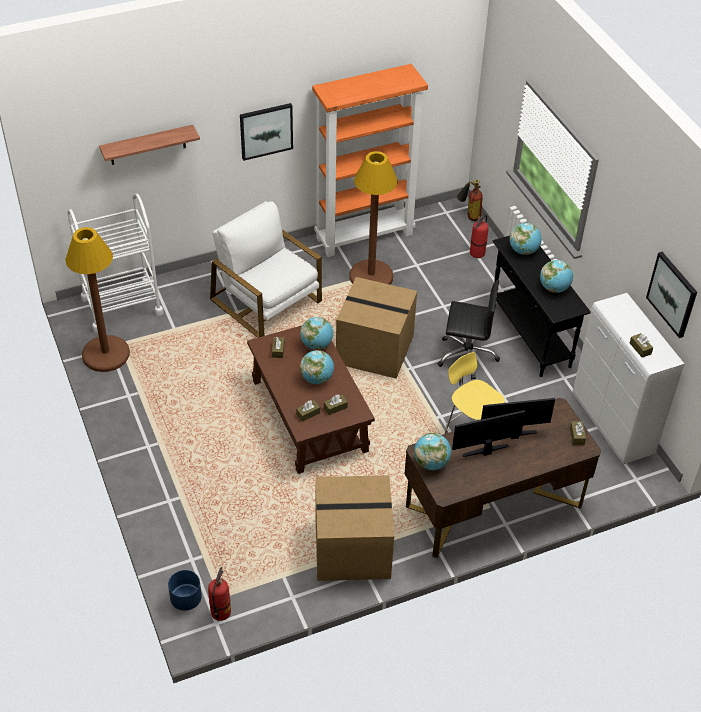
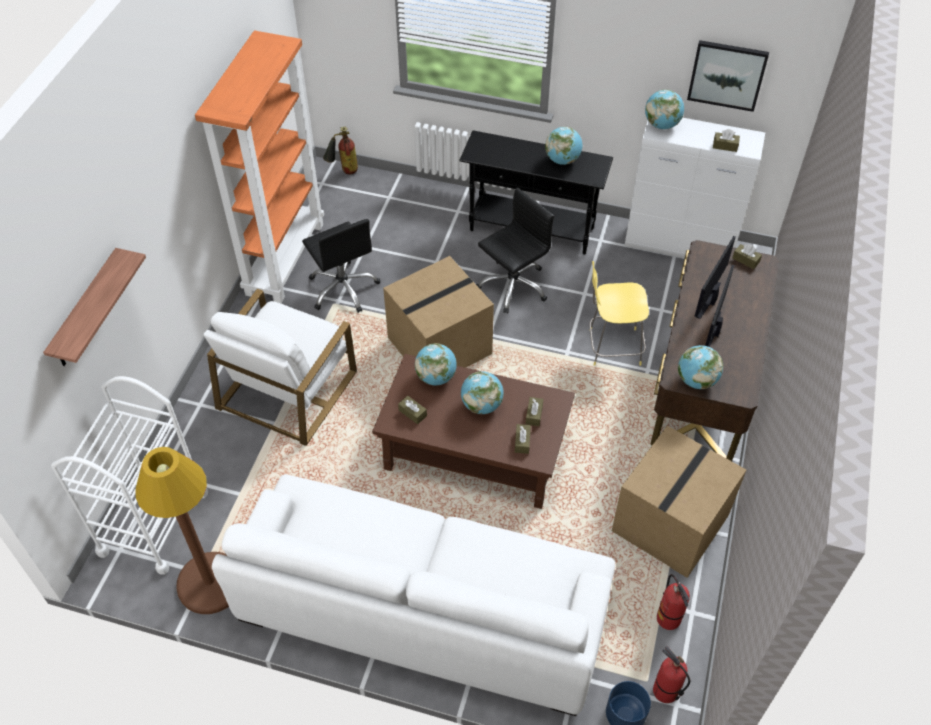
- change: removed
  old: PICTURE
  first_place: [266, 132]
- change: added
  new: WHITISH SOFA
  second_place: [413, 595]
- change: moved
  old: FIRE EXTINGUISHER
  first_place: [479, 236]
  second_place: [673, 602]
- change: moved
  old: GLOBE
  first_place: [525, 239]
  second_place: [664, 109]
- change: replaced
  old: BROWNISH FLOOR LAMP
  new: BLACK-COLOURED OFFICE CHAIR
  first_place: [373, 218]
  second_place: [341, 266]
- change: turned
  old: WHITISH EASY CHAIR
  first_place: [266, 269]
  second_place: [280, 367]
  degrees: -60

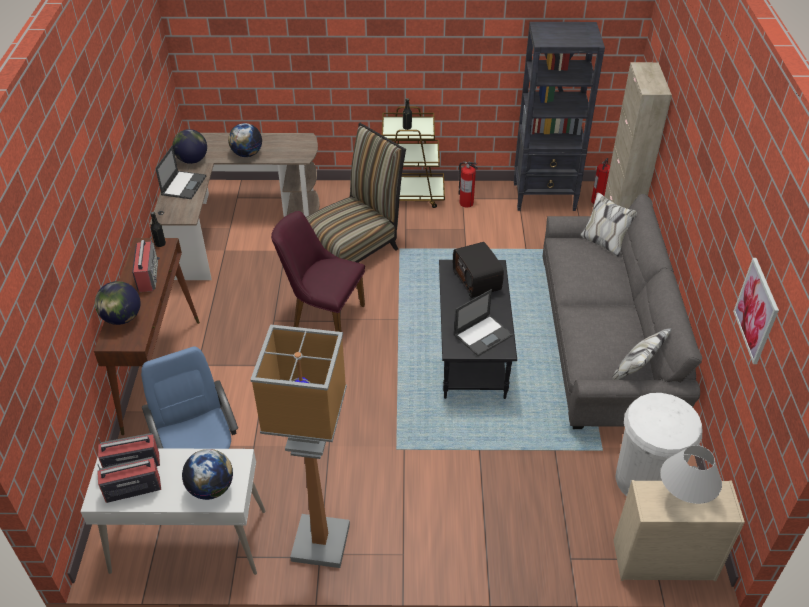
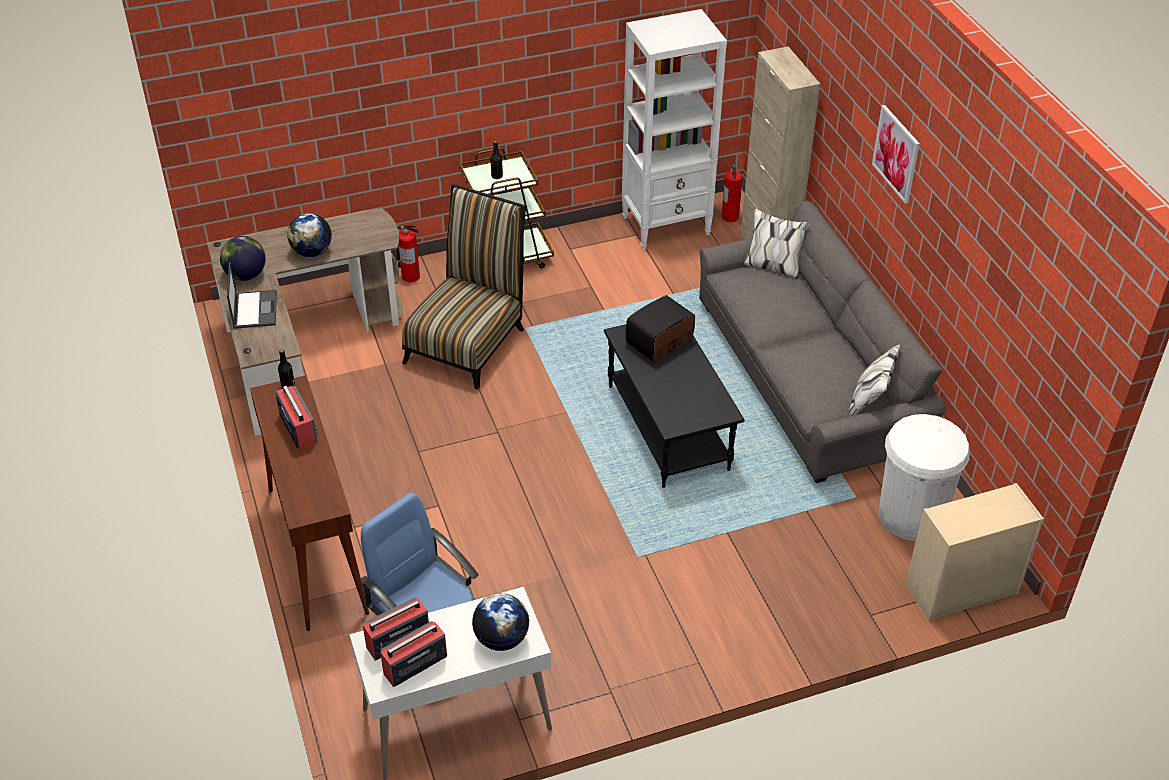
- change: removed
  old: GLOBE
  first_place: [118, 303]
- change: removed
  old: FLOOR LAMP
  first_place: [300, 446]
- change: removed
  old: PURPLISH UPRIGHT CHAIR
  first_place: [318, 271]
- change: removed
  old: PORTABLE COMPUTER
  first_place: [483, 322]
- change: removed
  old: WHITISH LAMP FOR A TABLE
  first_place: [691, 474]
- change: moved
  old: FIRE EXTINGUISHER
  first_place: [468, 184]
  second_place: [408, 253]
- change: moved
  old: PICTURE
  first_place: [756, 311]
  second_place: [896, 154]
- change: recoloured
  old: BLACK-COLOURED SHELVING UNIT
  new: WHITISH SHELVING UNIT
  first_place: [559, 116]
  second_place: [674, 129]
- change: turned
  old: RADIO RECEIVER
  first_place: [478, 270]
  second_place: [660, 329]
  degrees: 90

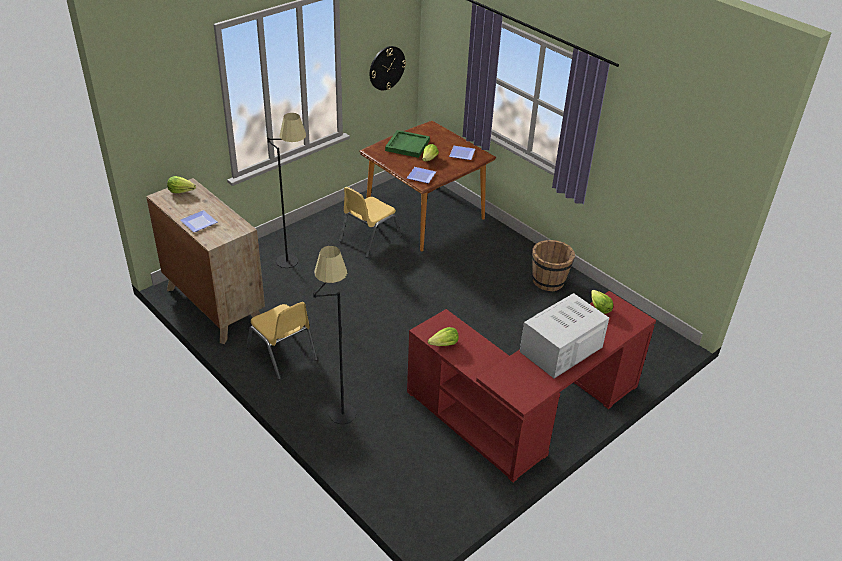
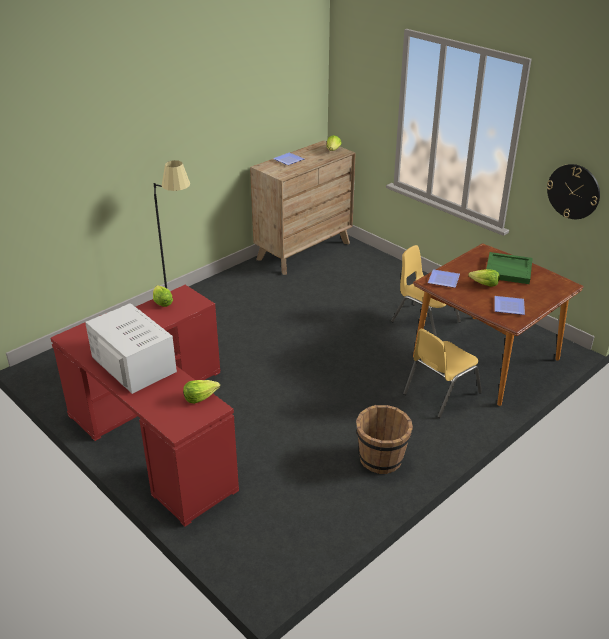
- change: removed
  old: BLACK-COLOURED FLOOR LAMP
  first_place: [286, 190]
- change: moved
  old: YELLOW-COLOURED UPRIGHT CHAIR
  first_place: [282, 341]
  second_place: [442, 373]

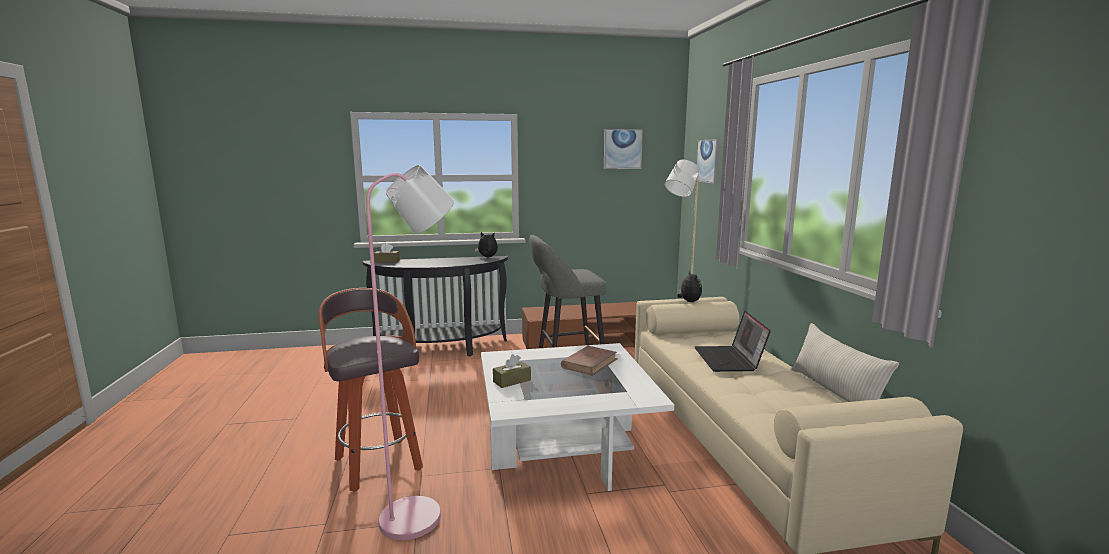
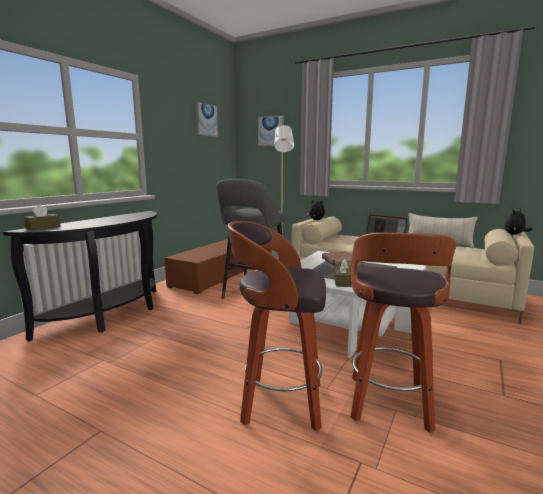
- change: moved
  old: CUDDLY TOY
  first_place: [486, 244]
  second_place: [519, 222]
- change: replaced
  old: PINKISH FLOOR LAMP
  new: STOOL SEAT
  first_place: [410, 352]
  second_place: [403, 332]

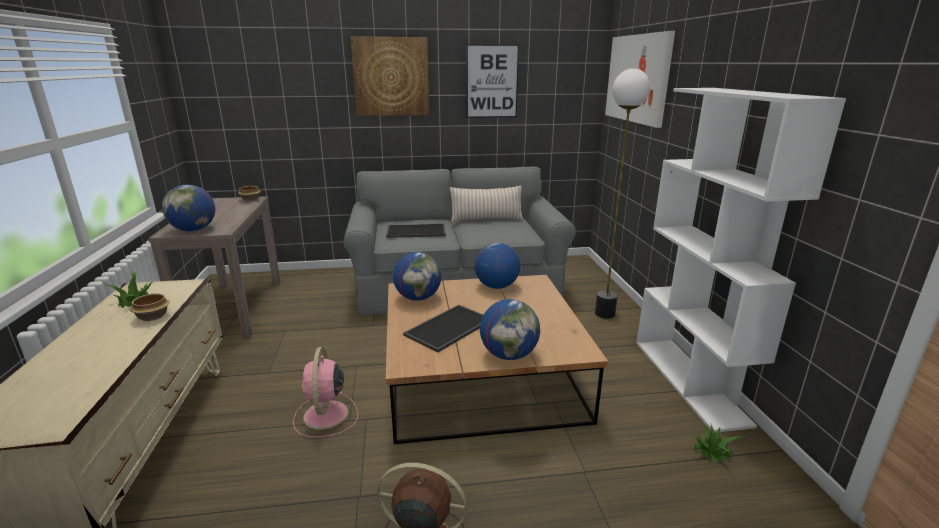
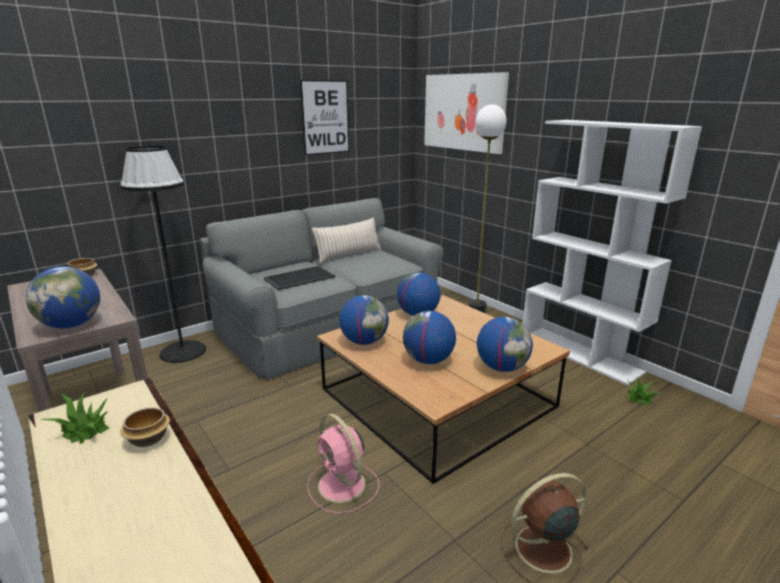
- change: removed
  old: PICTURE
  first_place: [389, 76]
- change: added
  new: BLACK-COLOURED FLOOR LAMP
  second_place: [163, 254]
- change: replaced
  old: TRAY
  new: GLOBE
  first_place: [443, 328]
  second_place: [429, 337]

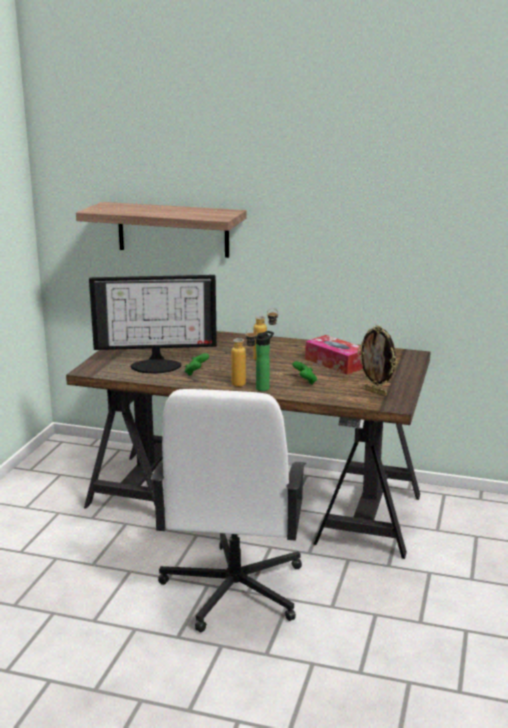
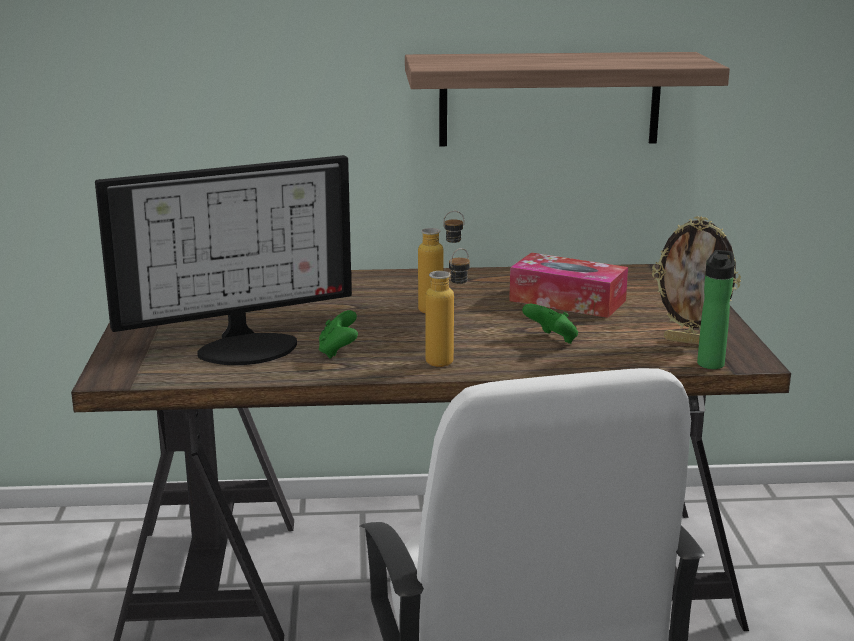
- change: moved
  old: SHELF
  first_place: [161, 230]
  second_place: [567, 99]
- change: moved
  old: DRINK BOTTLE
  first_place: [265, 361]
  second_place: [716, 309]

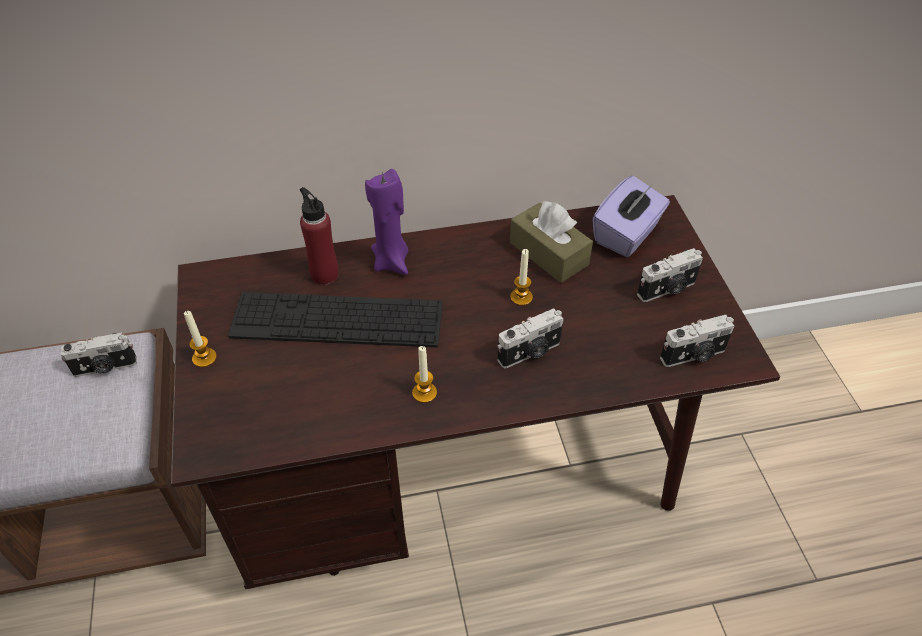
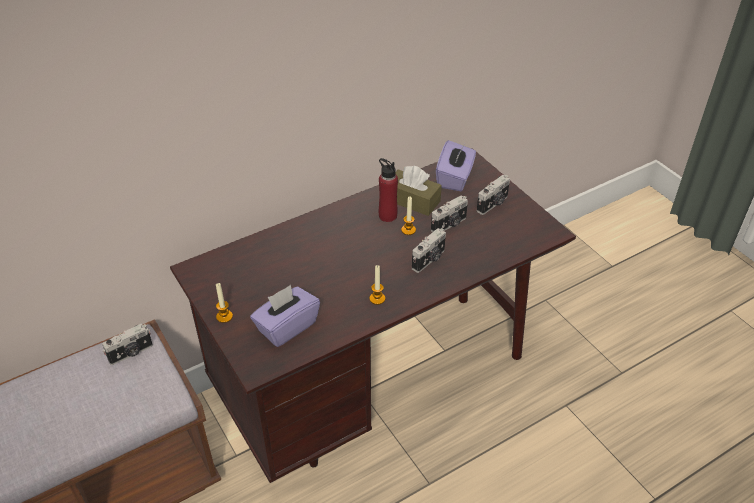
- change: removed
  old: PC KEYBOARD
  first_place: [335, 319]
- change: removed
  old: PURPLISH WAX LIGHT
  first_place: [386, 222]
- change: added
  new: PURPLISH TISSUE BOX
  second_place: [285, 316]
- change: moved
  old: RED DRINK BOTTLE
  first_place: [319, 236]
  second_place: [388, 190]
- change: moved
  old: STILL CAMERA
  first_place: [697, 341]
  second_place: [449, 213]

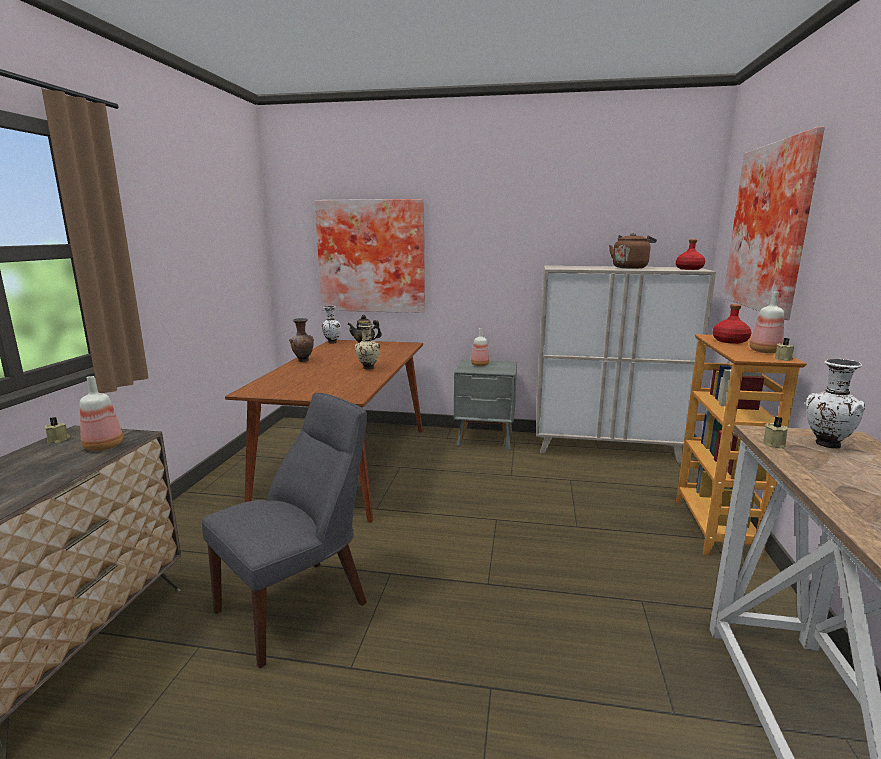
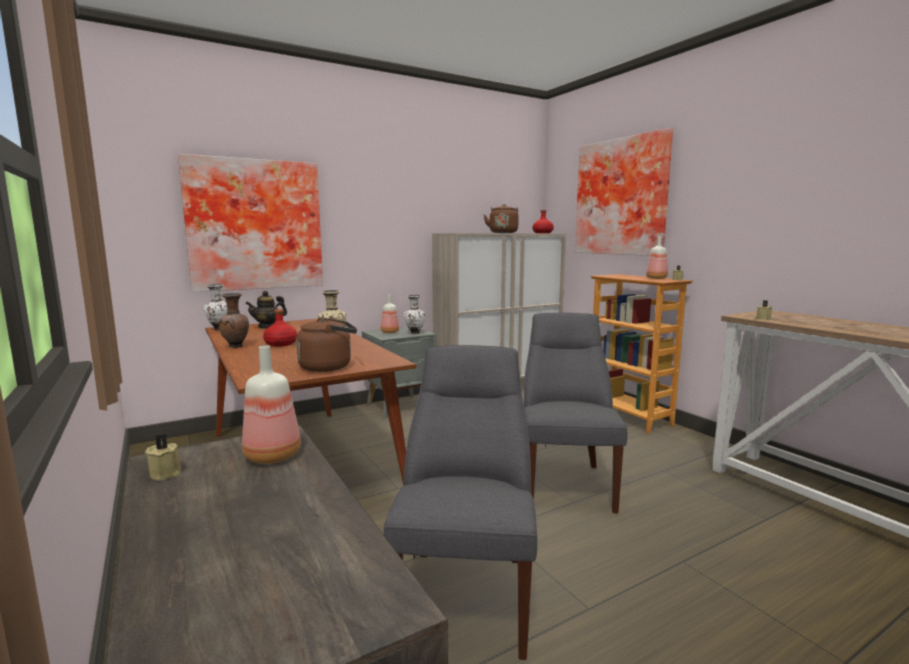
- change: added
  new: BROWNISH WATER KETTLE
  second_place: [326, 344]
- change: added
  new: GREY UPRIGHT CHAIR
  second_place: [575, 413]
- change: moved
  old: RED DRINK BOTTLE
  first_place: [732, 324]
  second_place: [280, 327]
- change: moved
  old: WHITISH DECORATIVE VASE
  first_place: [835, 404]
  second_place: [414, 314]

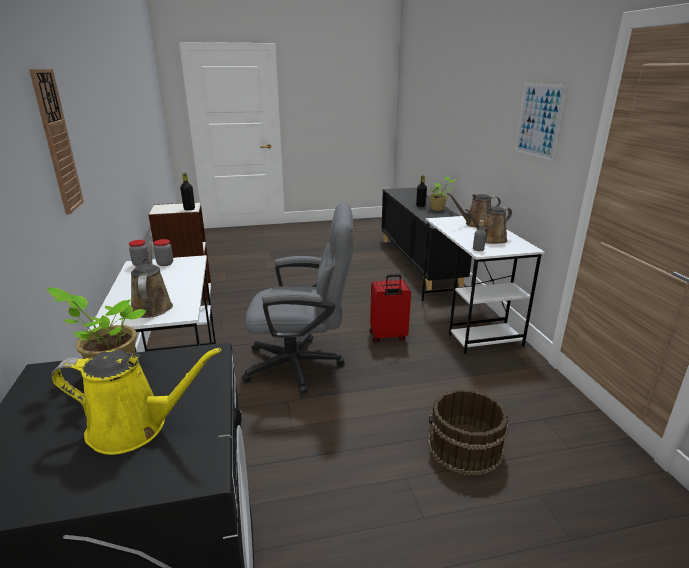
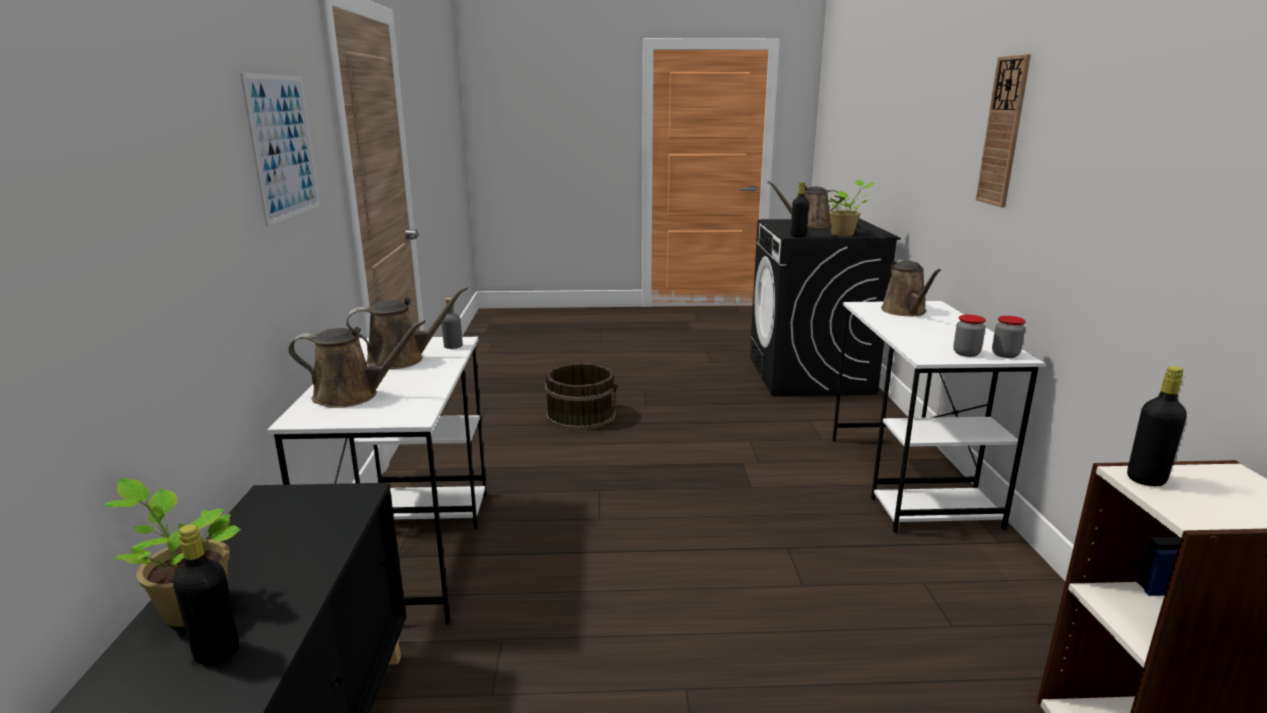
- change: removed
  old: GREY OFFICE CHAIR
  first_place: [297, 298]
- change: removed
  old: RED PIECE OF LUGGAGE
  first_place: [390, 308]
- change: added
  new: BLACK-COLOURED DRINK BOTTLE
  second_place: [800, 209]
- change: recoloured
  old: YELLOW-COLOURED WATERING POT
  new: BROWNISH WATERING POT
  first_place: [136, 401]
  second_place: [803, 204]

